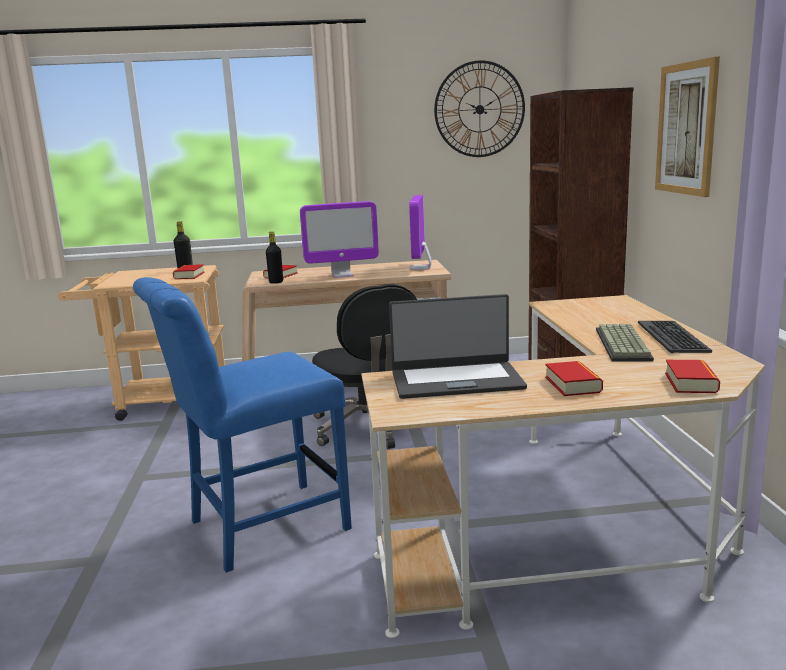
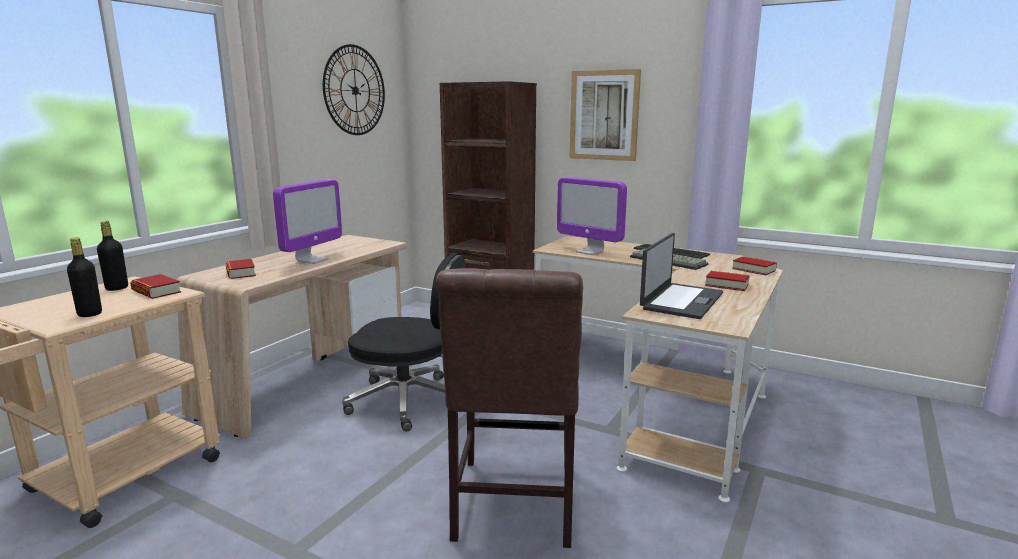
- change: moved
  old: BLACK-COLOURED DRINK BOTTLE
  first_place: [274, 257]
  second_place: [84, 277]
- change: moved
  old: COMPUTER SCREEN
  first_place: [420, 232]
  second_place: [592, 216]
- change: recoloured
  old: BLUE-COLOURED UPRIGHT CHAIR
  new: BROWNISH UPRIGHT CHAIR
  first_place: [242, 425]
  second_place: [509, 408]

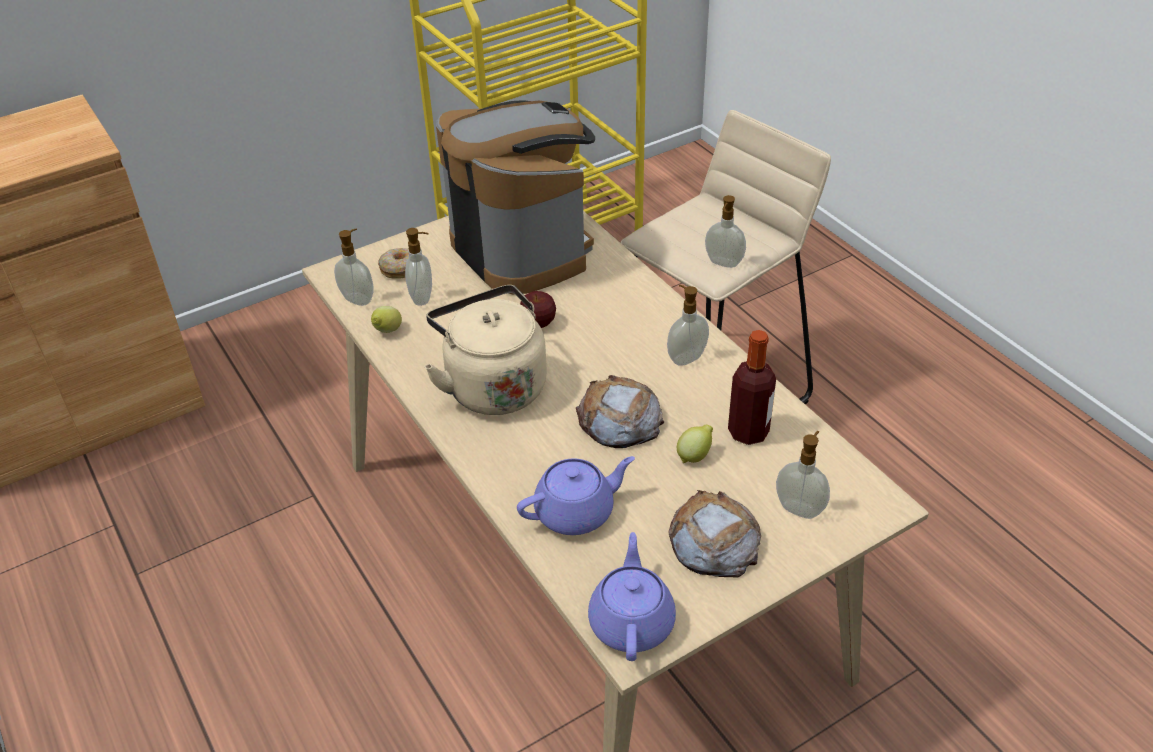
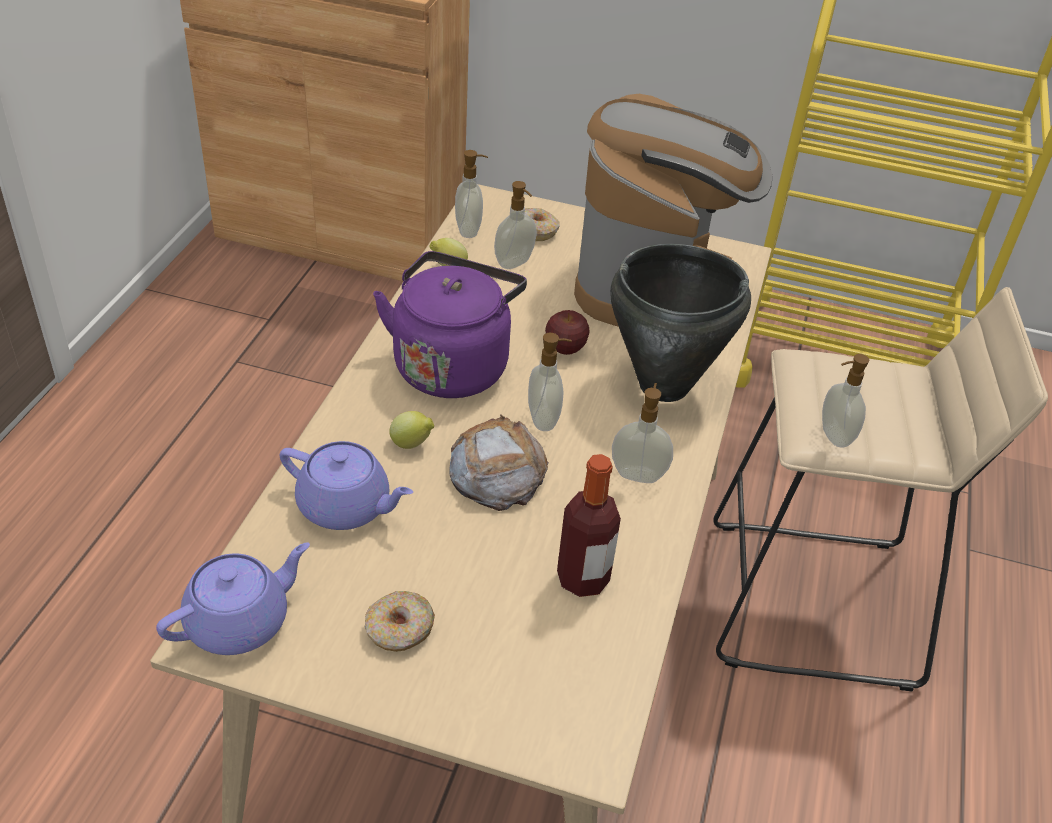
- change: added
  new: BLACK-COLOURED COOKING POT
  second_place: [680, 323]
- change: moved
  old: WHOLE LEMON
  first_place: [695, 444]
  second_place: [412, 430]
- change: moved
  old: LIQUID SOAP BOTTLE
  first_place: [803, 475]
  second_place: [550, 382]
- change: replaced
  old: BAKERY BREAD
  new: RING DOUGHNUT
  first_place: [714, 533]
  second_place: [400, 621]
- change: recoloured
  old: SAND-COLOURED WATER KETTLE
  new: PURPLISH WATER KETTLE
  first_place: [485, 350]
  second_place: [450, 324]

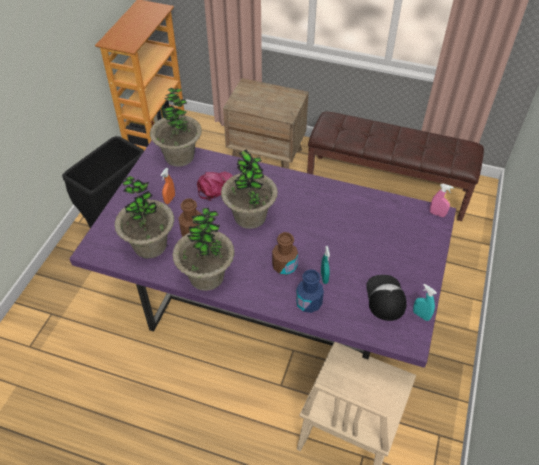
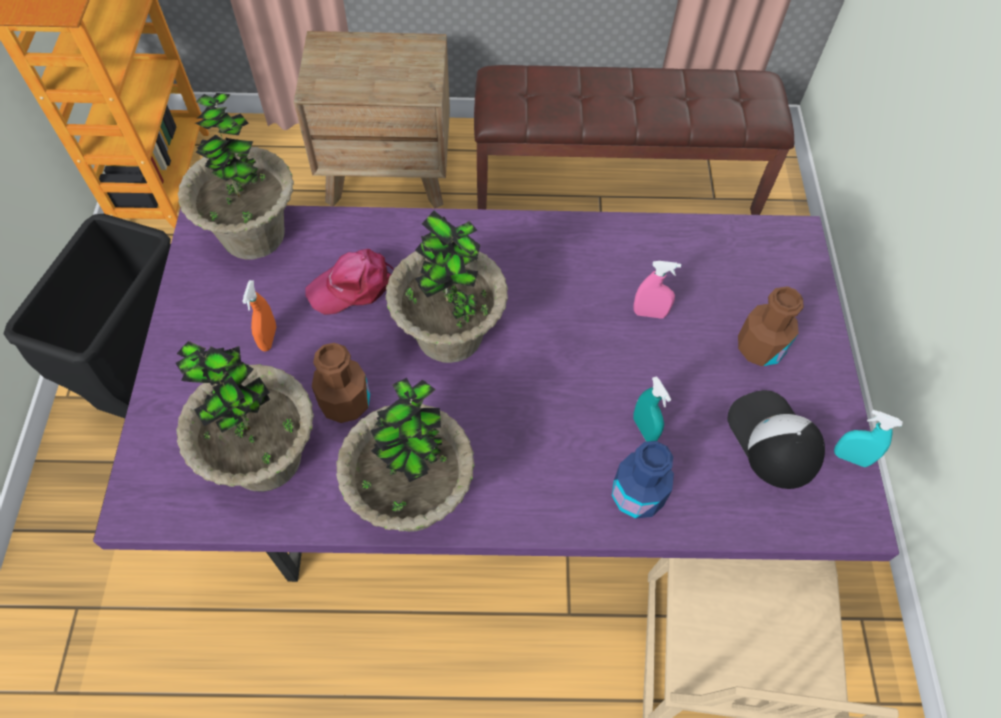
- change: moved
  old: BROWNISH DRINK BOTTLE
  first_place: [285, 253]
  second_place: [771, 326]
- change: moved
  old: PINKISH HAND SPRAYER
  first_place: [442, 200]
  second_place: [657, 289]
- change: turned
  old: PINKISH PEAKED CAP
  first_place: [215, 186]
  second_place: [349, 282]
  degrees: -135

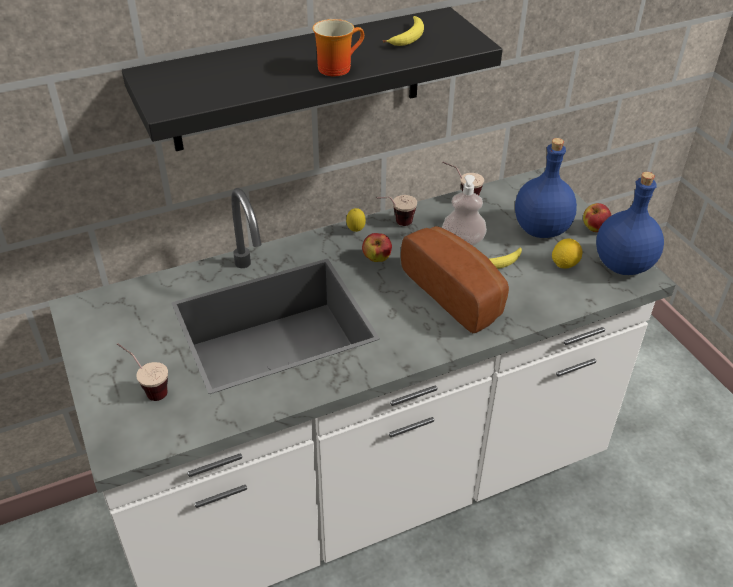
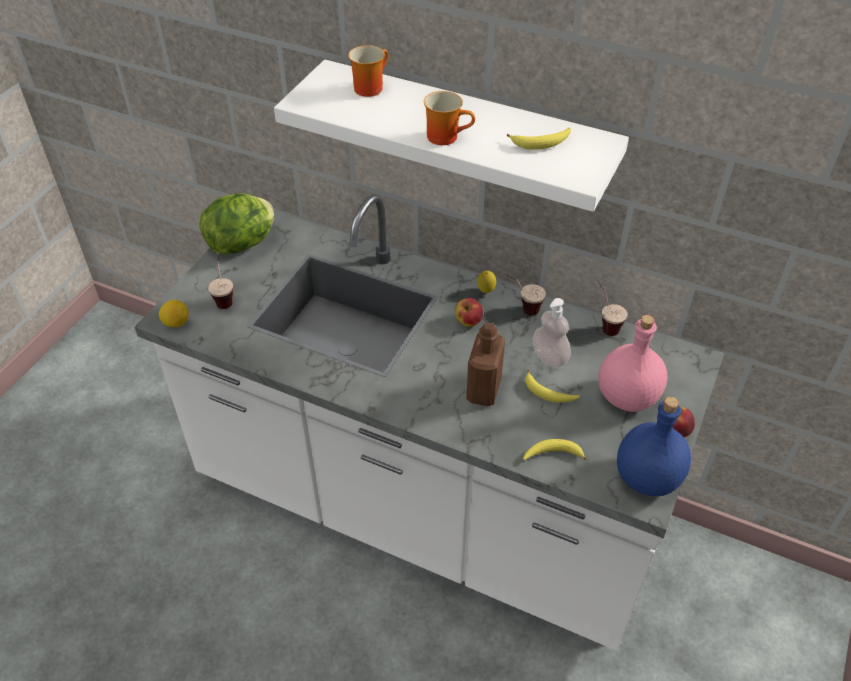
- change: added
  new: LETTUCE HEAD
  second_place: [236, 224]
- change: added
  new: MUG
  second_place: [368, 71]
- change: added
  new: WHOLE BANANA
  second_place: [555, 450]
- change: moved
  old: WHOLE LEMON
  first_place: [567, 253]
  second_place: [174, 313]
- change: replaced
  old: BAKERY BREAD
  new: BROWNISH DRINK BOTTLE
  first_place: [455, 279]
  second_place: [485, 364]
- change: recoloured
  old: BLACK-COLOURED SHELF
  new: WHITISH SHELF
  first_place: [312, 79]
  second_place: [451, 135]
- change: recoloured
  old: BLUE-COLOURED DRINK BOTTLE
  new: PINKISH DRINK BOTTLE
  first_place: [546, 188]
  second_place: [632, 363]

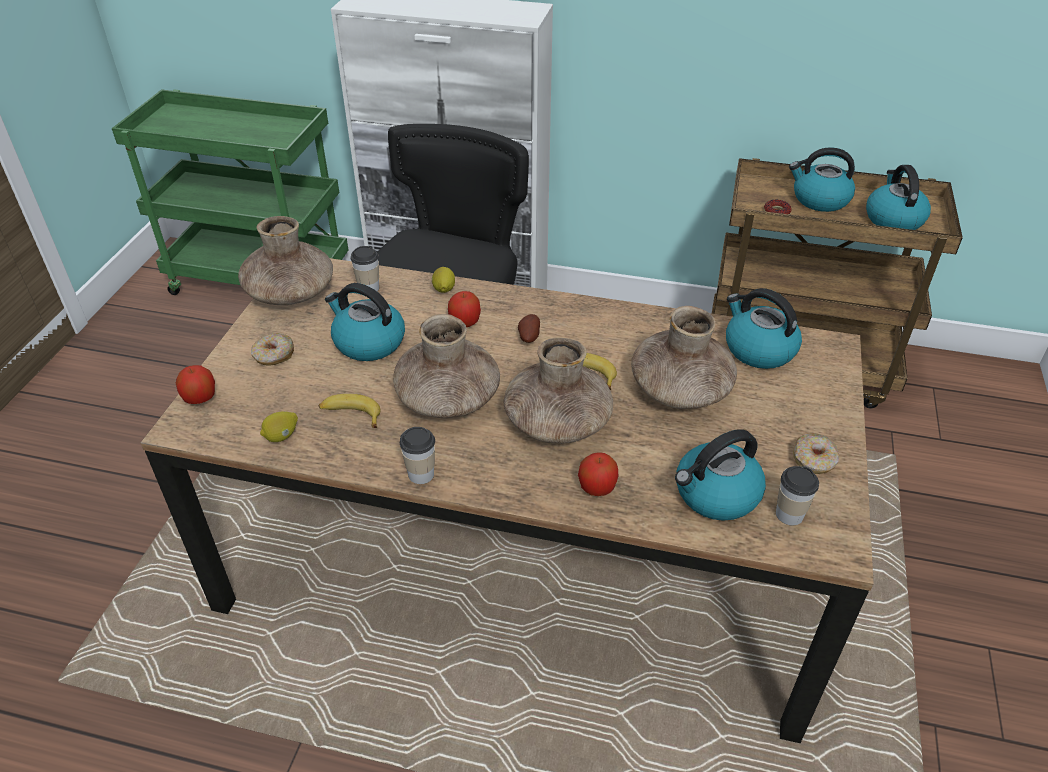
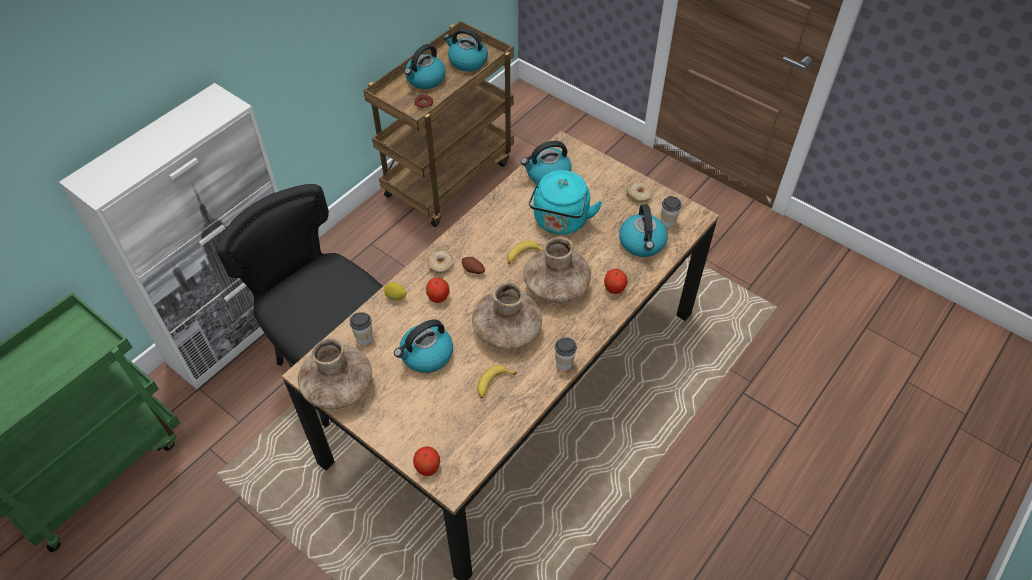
- change: removed
  old: WHOLE LEMON
  first_place: [279, 426]
- change: moved
  old: RING DOUGHNUT
  first_place: [272, 349]
  second_place: [440, 261]
- change: replaced
  old: BROWNISH DECORATIVE VASE
  new: BLUE-GREEN WATER KETTLE
  first_place: [684, 357]
  second_place: [565, 202]

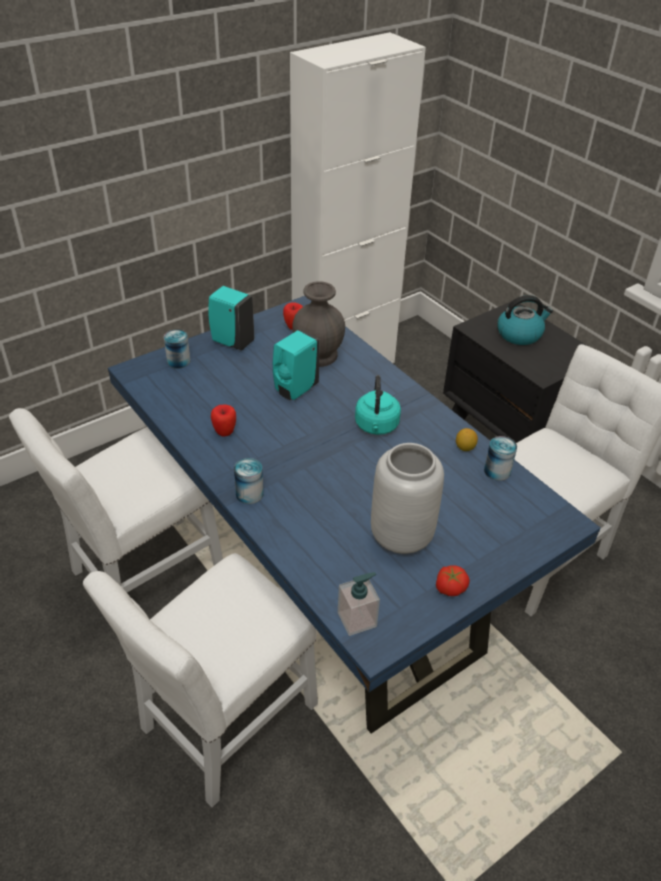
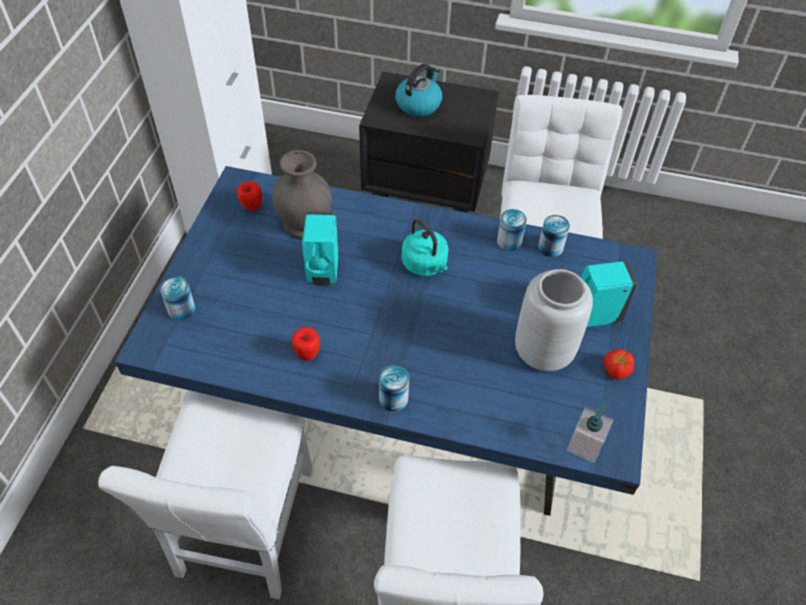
- change: moved
  old: BLUE-GREEN LIQUID SOAP BOTTLE
  first_place: [231, 318]
  second_place: [608, 294]
- change: replaced
  old: WHOLE LEMON
  new: METAL CAN
  first_place: [467, 439]
  second_place: [512, 230]

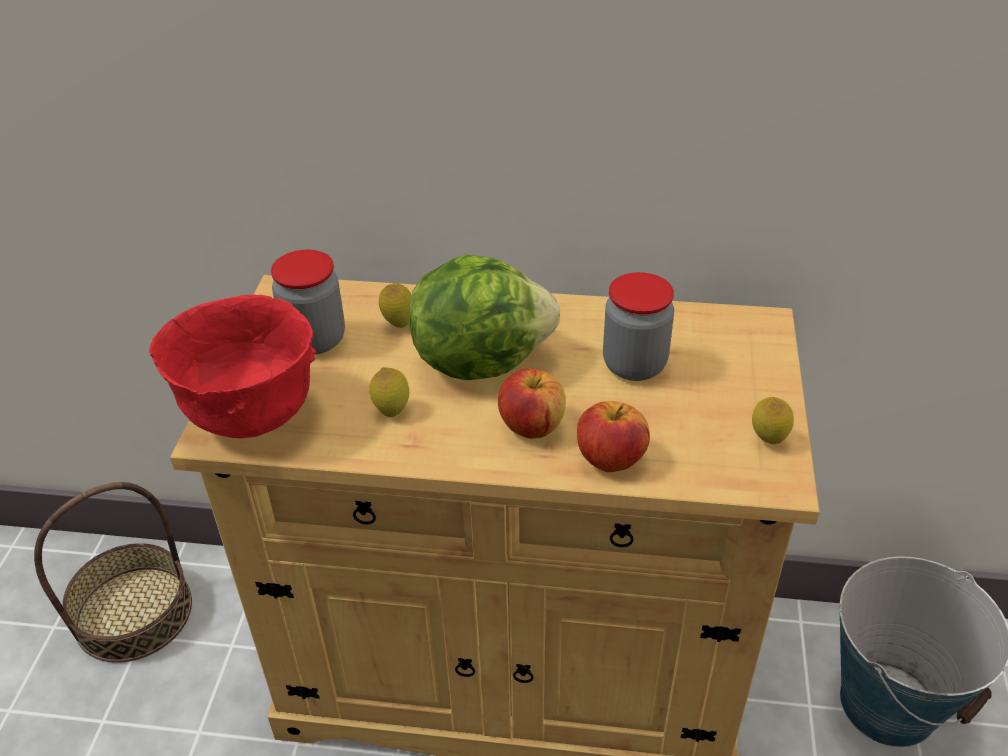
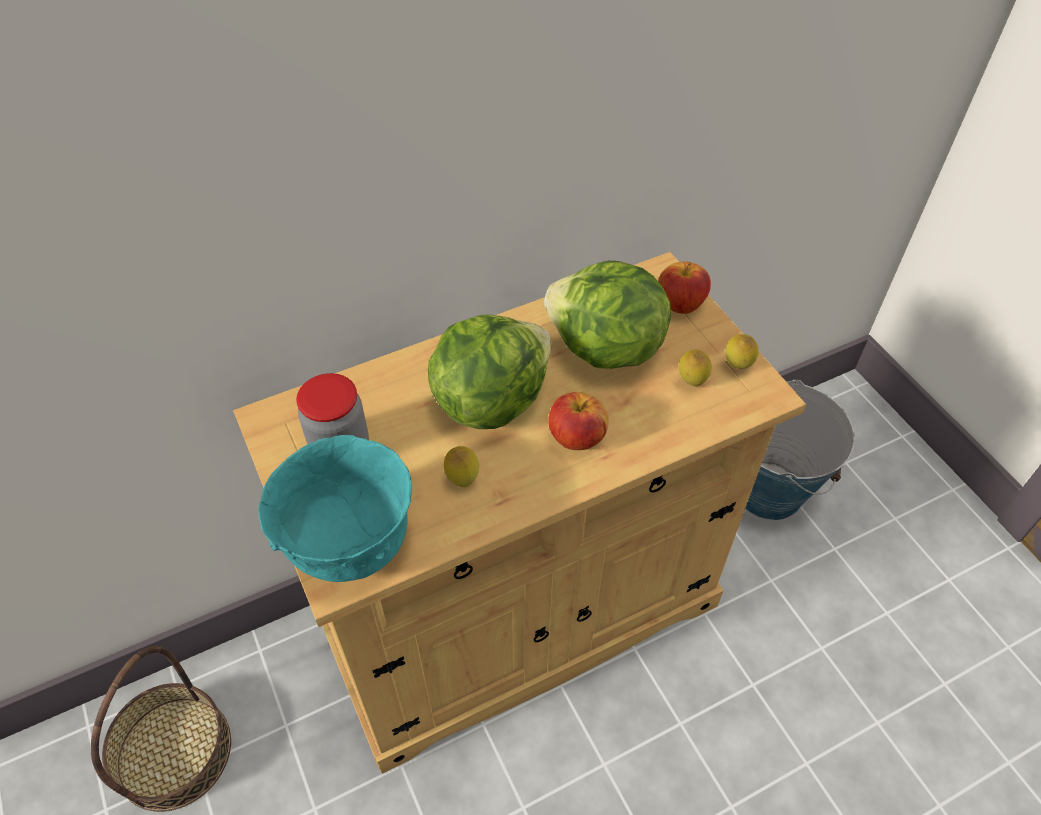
- change: moved
  old: WHOLE LEMON
  first_place: [395, 305]
  second_place: [695, 367]
- change: moved
  old: APPLE FRUIT
  first_place: [613, 436]
  second_place: [684, 287]
- change: replaced
  old: JAR
  new: LETTUCE HEAD
  first_place: [638, 326]
  second_place: [607, 315]
- change: recoloured
  old: RED DEEP DISH
  new: BLUE-GREEN DEEP DISH
  first_place: [232, 366]
  second_place: [335, 508]

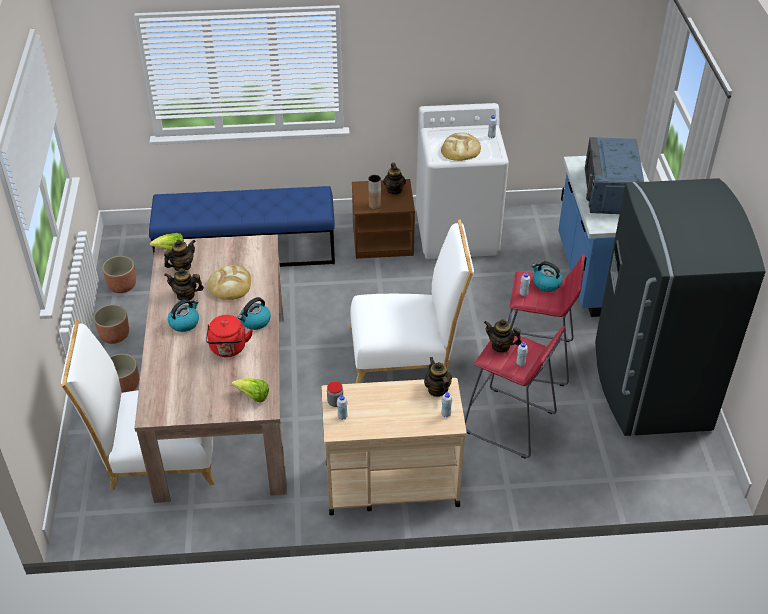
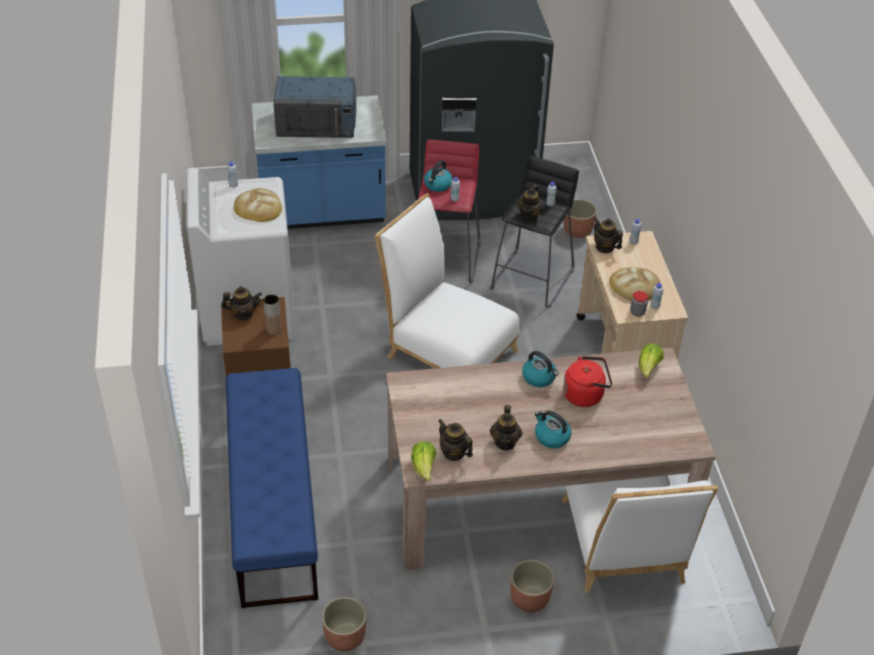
- change: moved
  old: PLANT POT
  first_place: [111, 324]
  second_place: [580, 218]
- change: moved
  old: BAKERY BREAD
  first_place: [229, 282]
  second_place: [634, 284]
- change: recoloured
  old: RED STOOL SEAT
  new: BLACK-COLOURED STOOL SEAT
  first_place: [515, 392]
  second_place: [535, 232]
- change: turned
  old: WHITISH UPRIGHT CHAIR
  first_place: [412, 301]
  second_place: [447, 280]
  degrees: -45
- change: turned
  old: TEA POT
  first_place: [438, 377]
  second_place: [608, 235]
  degrees: 75

